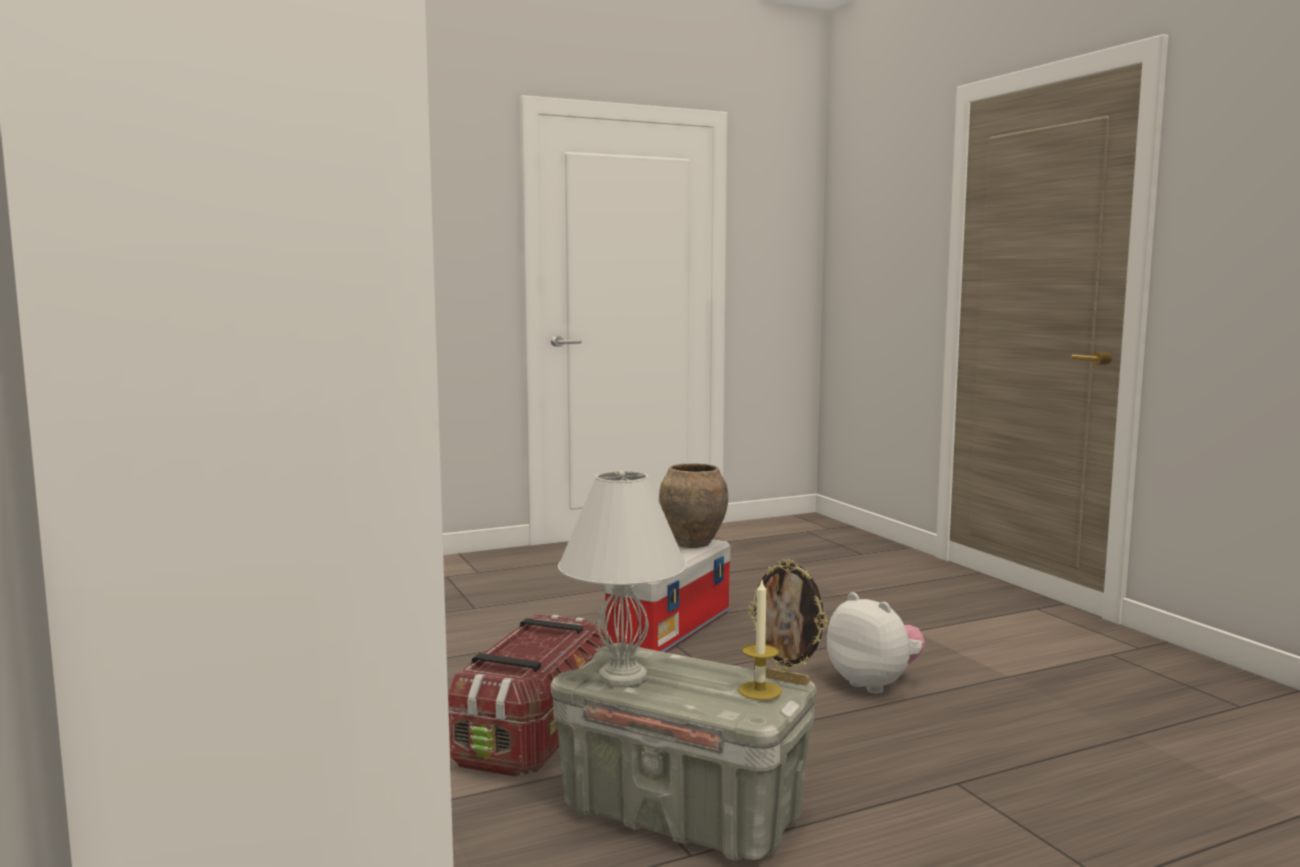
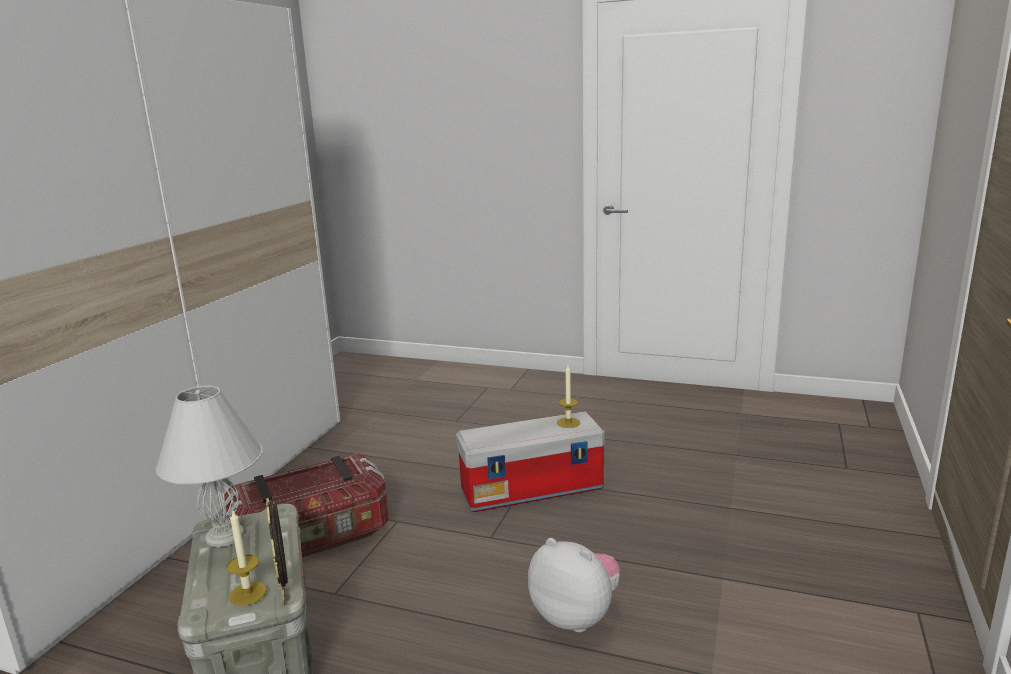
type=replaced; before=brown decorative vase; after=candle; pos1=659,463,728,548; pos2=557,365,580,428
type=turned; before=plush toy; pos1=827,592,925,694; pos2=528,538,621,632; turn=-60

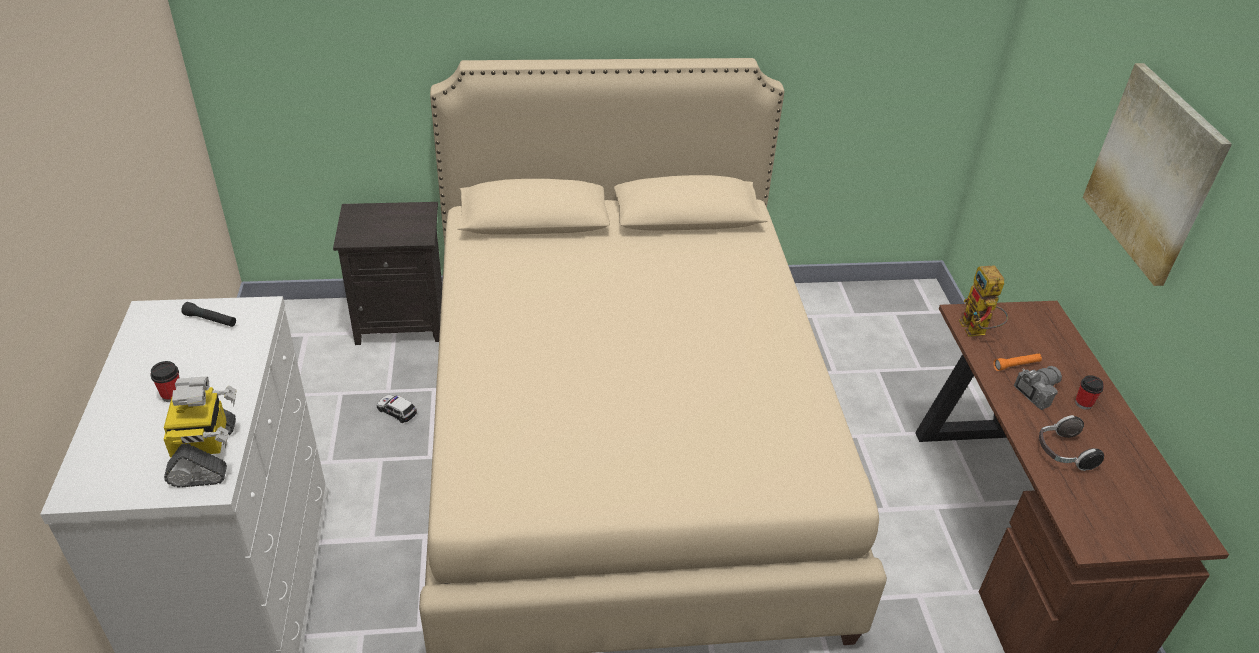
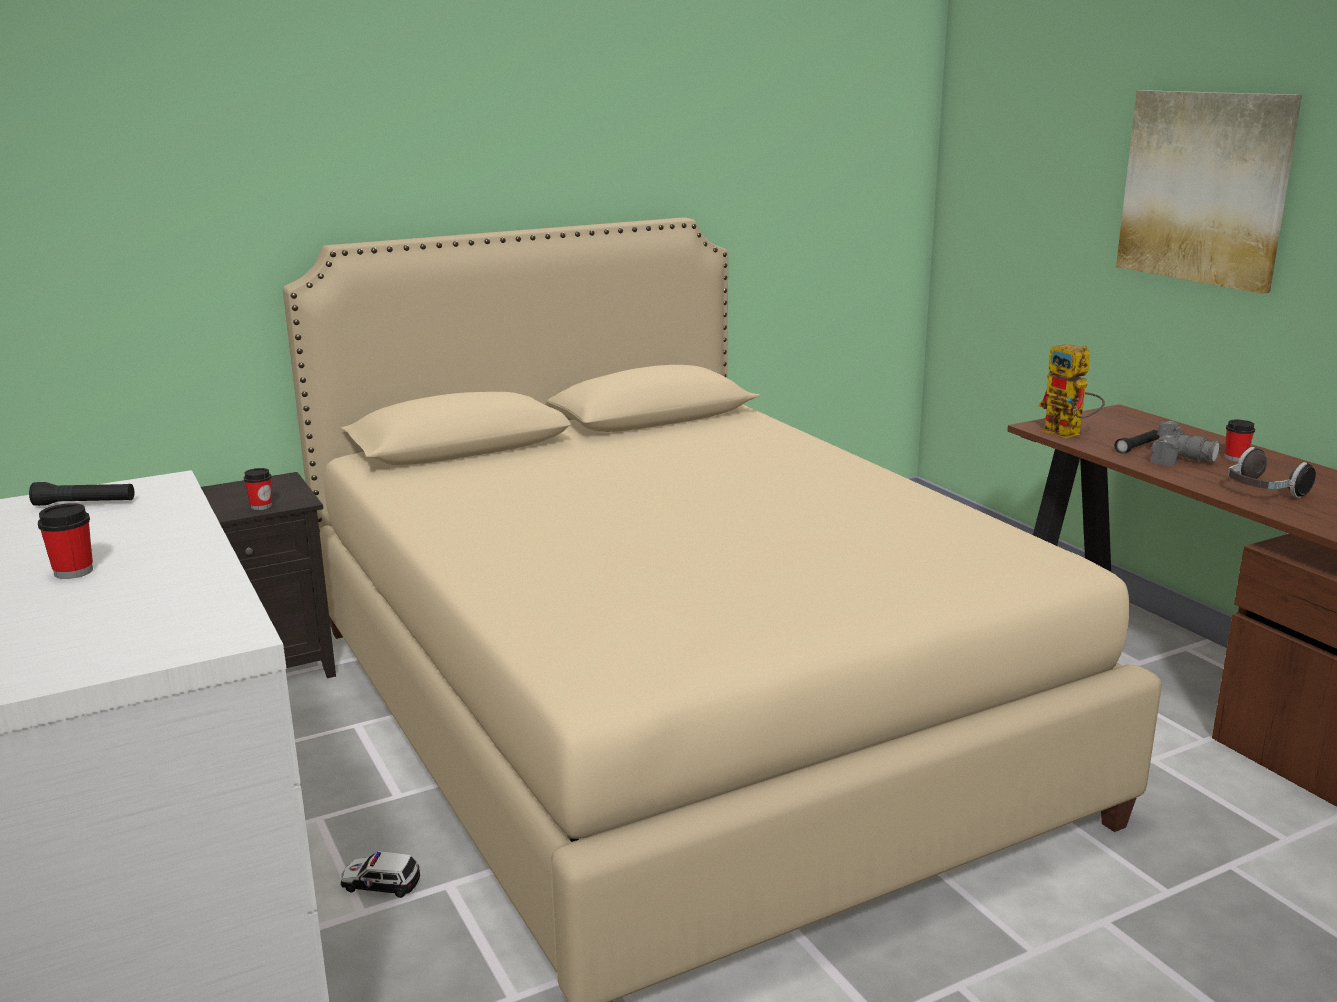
type=recoloured; before=orange flashlight; after=black-coloured flashlight; pos1=993,353,1042,371; pos2=1115,430,1160,454
type=turned; before=photo camera; pos1=1014,366,1062,410; pos2=1151,421,1220,466; turn=90
type=removed; before=robot figure; pos1=163,377,237,487
type=moved; before=miniature car; pos1=377,395,417,423; pos2=341,851,420,898
type=added; after=drinking cup; pos2=244,468,272,510

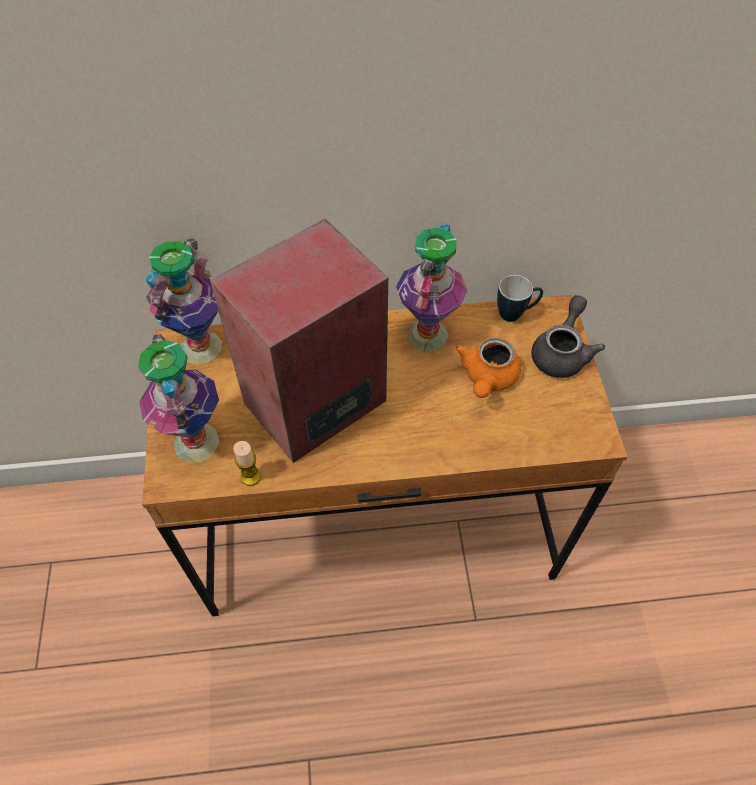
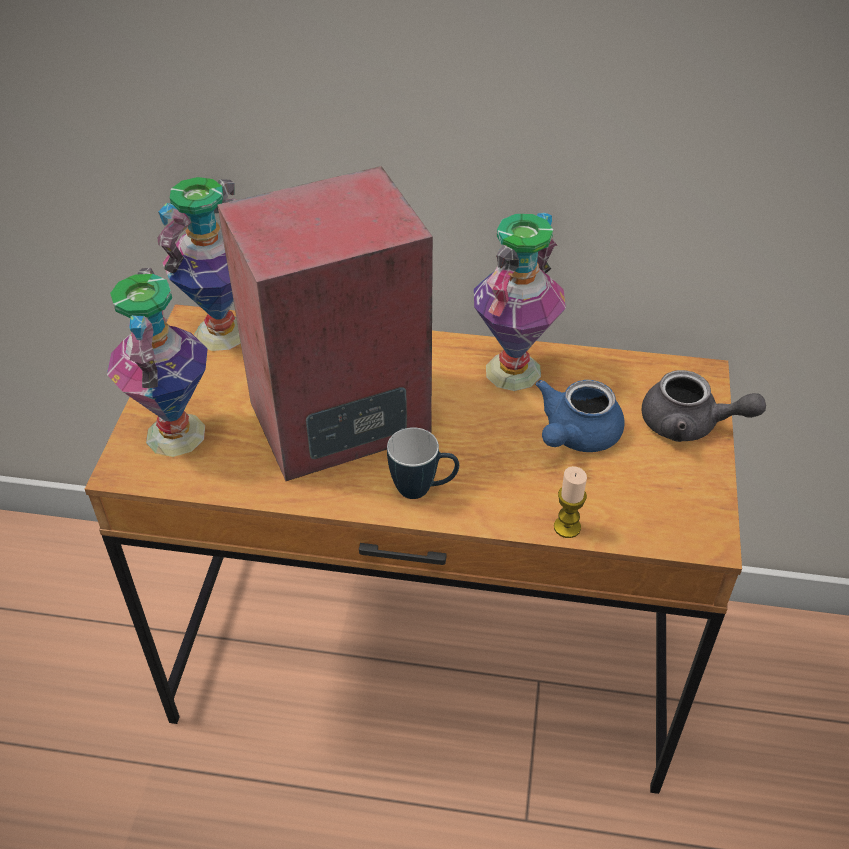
type=moved; before=tea mug; pos1=497,275,543,322; pos2=387,427,459,499
type=turned; before=grey teapot; pos1=531,295,605,378; pos2=642,370,766,442; turn=75
type=recoloured; before=orange teapot; after=blue-coloured teapot; pos1=455,337,521,398; pos2=536,380,625,452
type=moved; before=candle; pos1=233,441,261,486; pos2=554,466,587,538

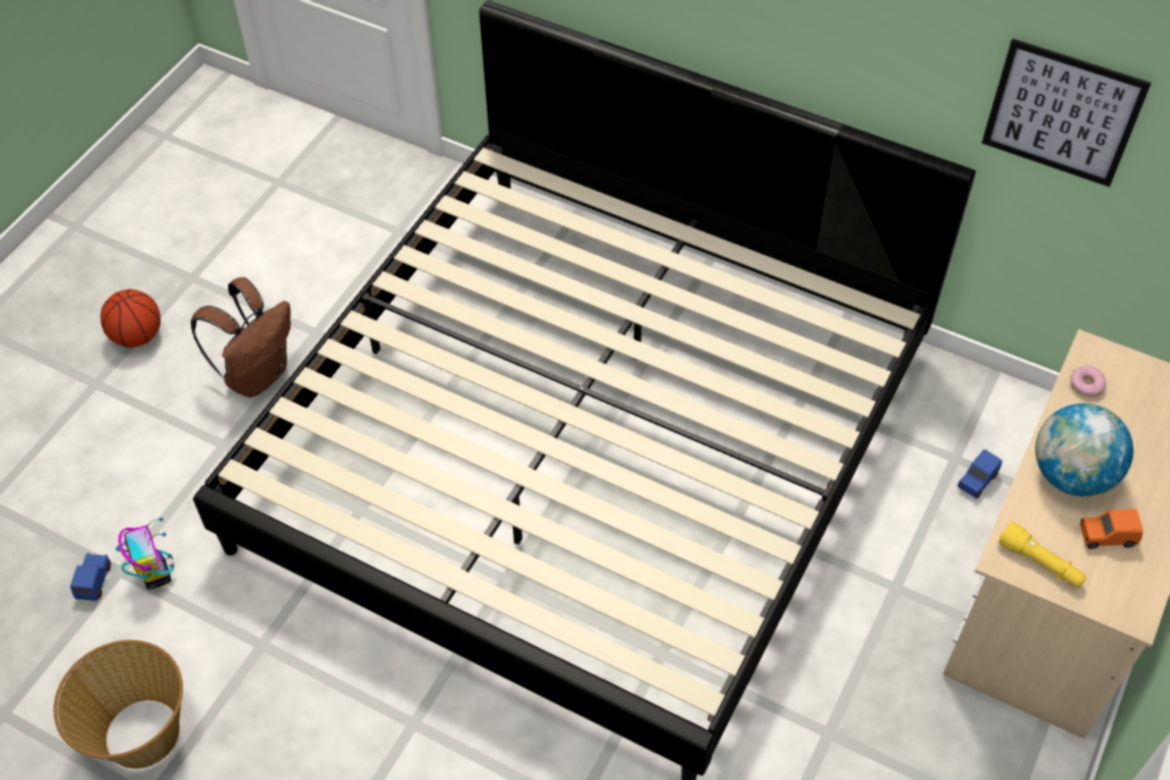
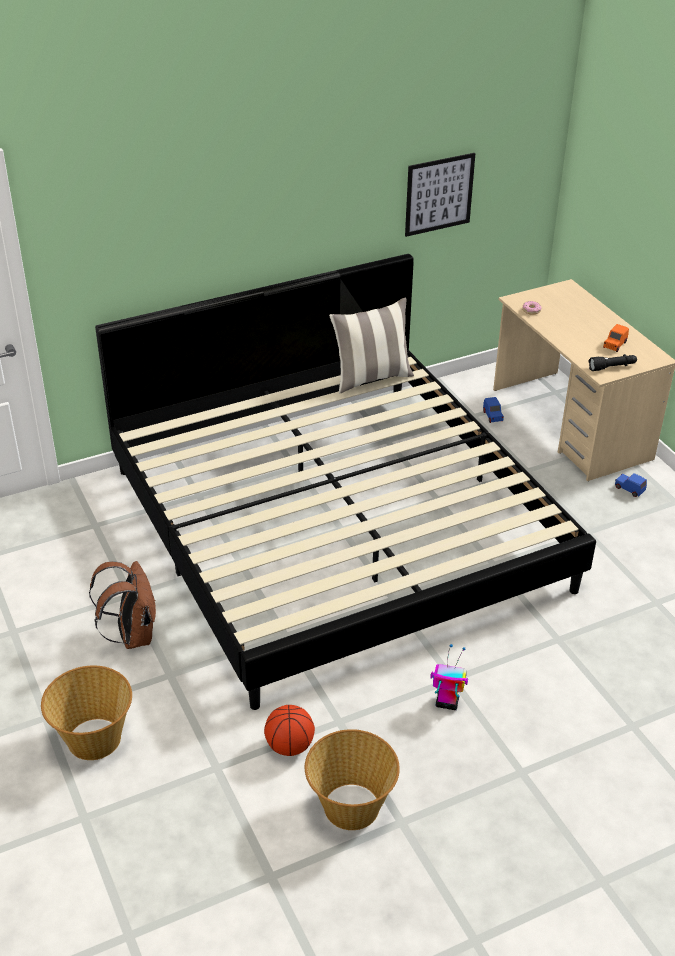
type=moved; before=ball for basketball; pos1=100,289,161,348; pos2=264,705,315,756
type=removed; before=globe; pos1=1035,403,1133,497
type=moved; before=robot figure; pos1=116,517,175,589; pos2=430,644,468,710
type=recoloured; before=yellow flashlight; after=black-coloured flashlight; pos1=998,522,1086,587; pos2=589,354,637,371
type=moved; before=blue-coloured miniature car; pos1=70,553,111,601; pos2=615,473,647,497
type=added; after=pillow; pos2=329,297,414,393
type=added; after=storage basket; pos2=41,666,132,760

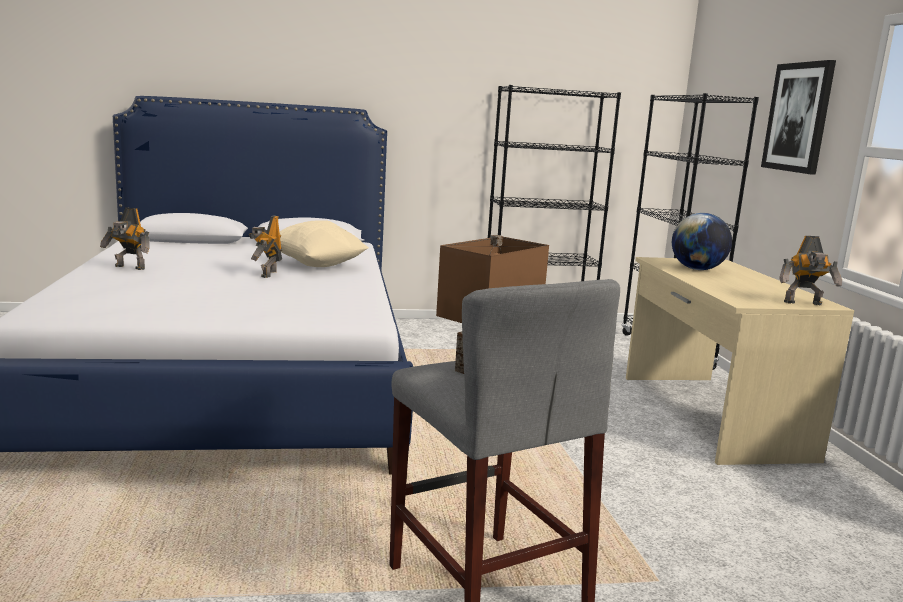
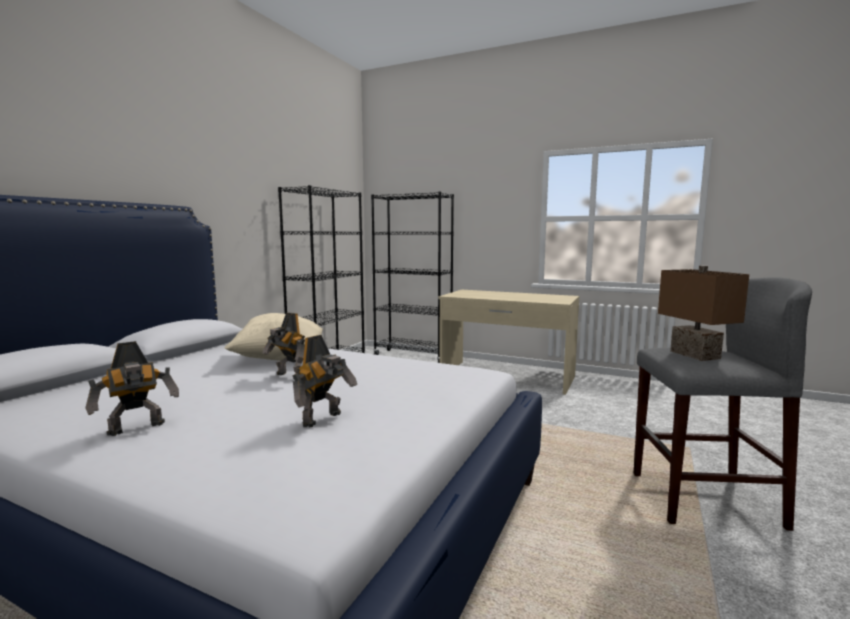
type=removed; before=wall art; pos1=761,60,836,175
type=removed; before=globe; pos1=672,213,732,270
type=moved; before=robot figure; pos1=779,236,842,305; pos2=293,335,357,428

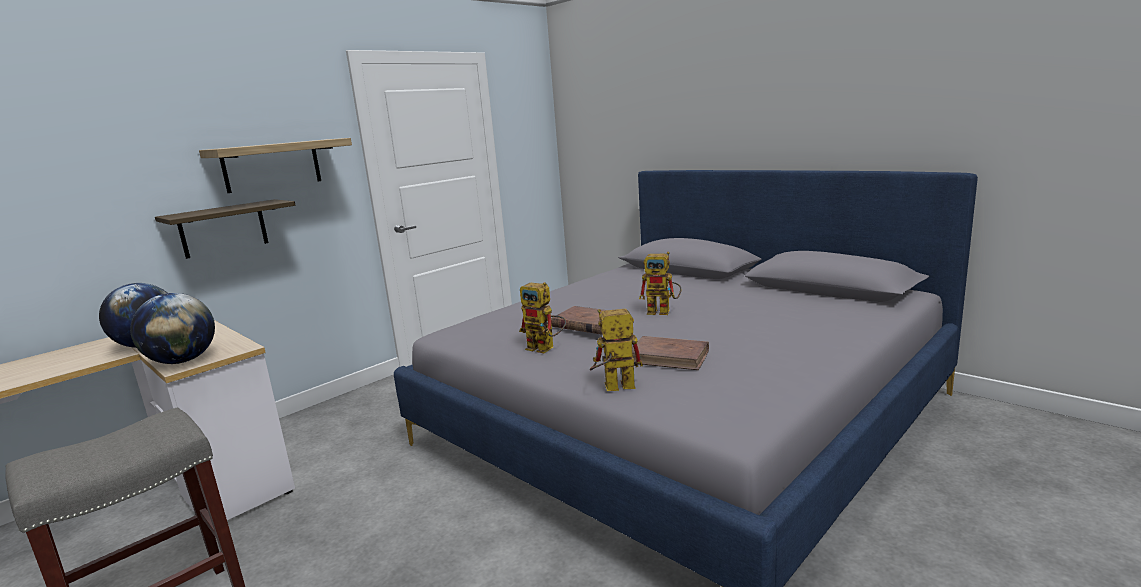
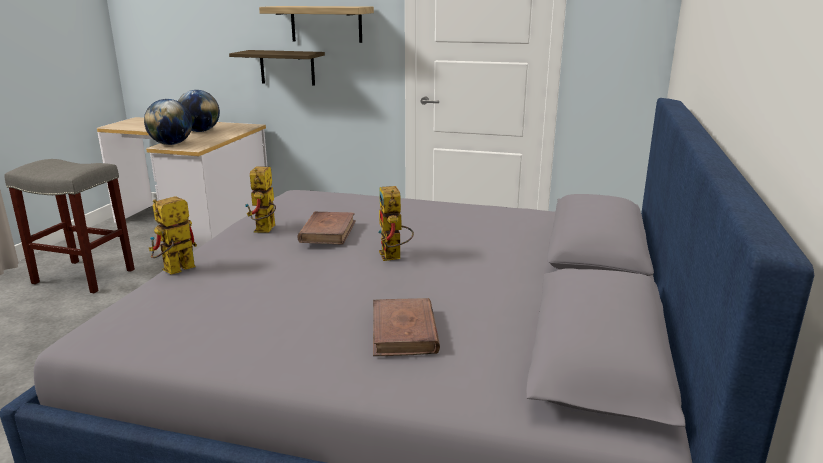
type=turned; before=robot figure; pos1=590,309,643,391; pos2=149,196,197,275; turn=-105
type=moved; before=brown volume; pos1=632,336,709,370; pos2=373,298,440,356

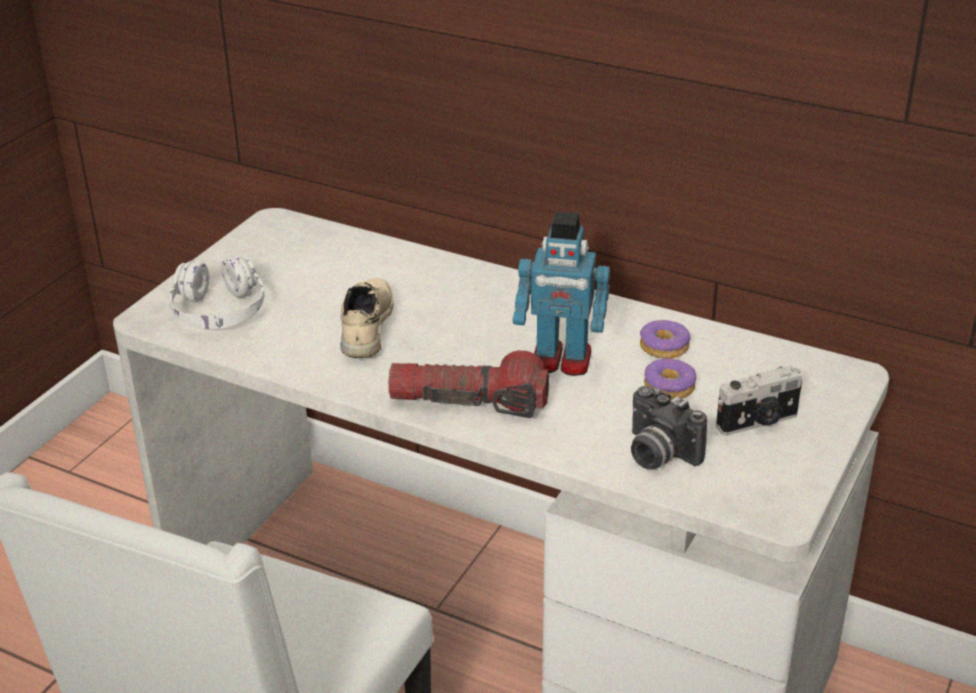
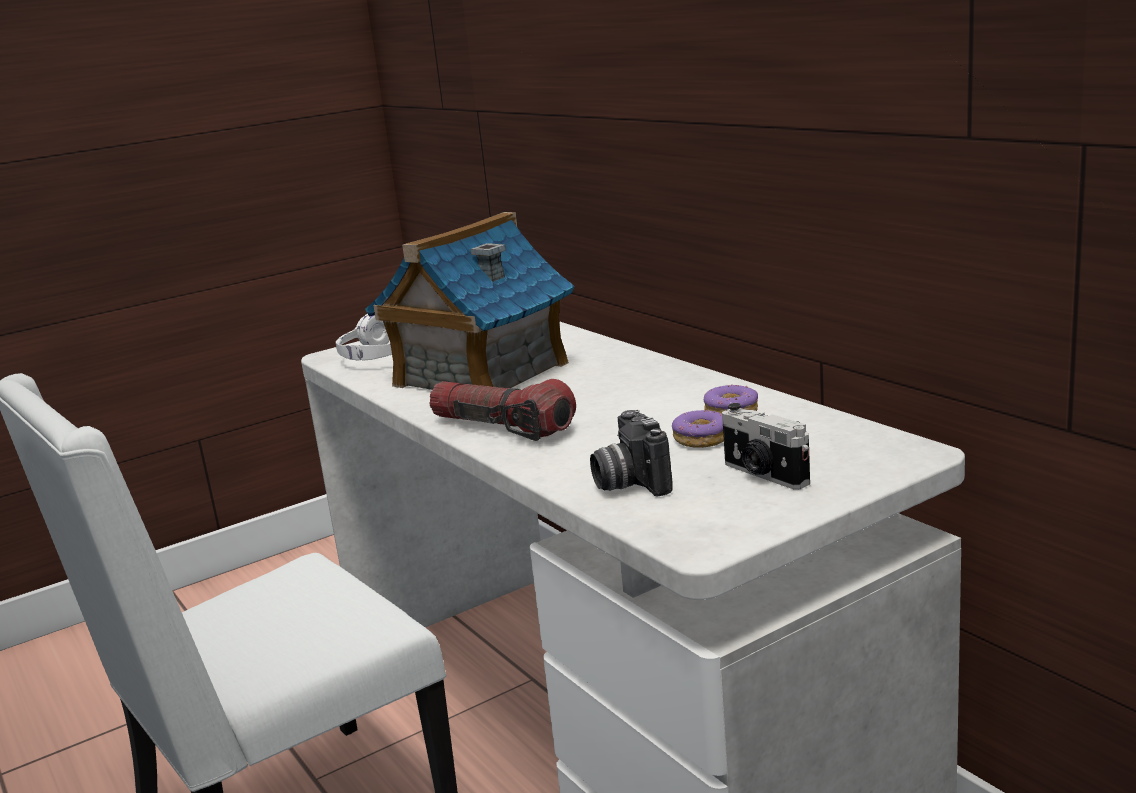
type=removed; before=robot figure; pos1=513,212,610,376
type=replaced; before=beige low shoe; after=model house; pos1=340,278,394,358; pos2=365,212,575,390
type=turned; before=photo camera; pos1=716,365,803,436; pos2=722,403,810,489; turn=45

